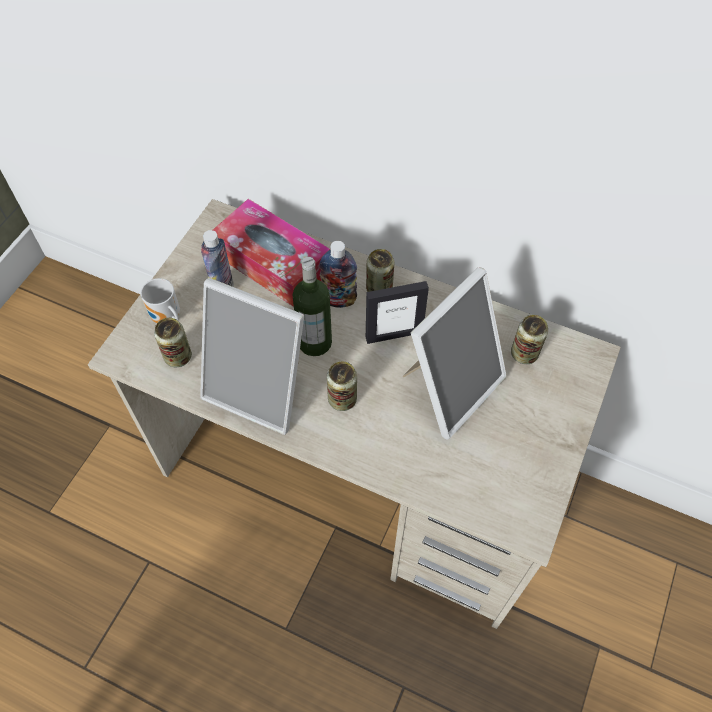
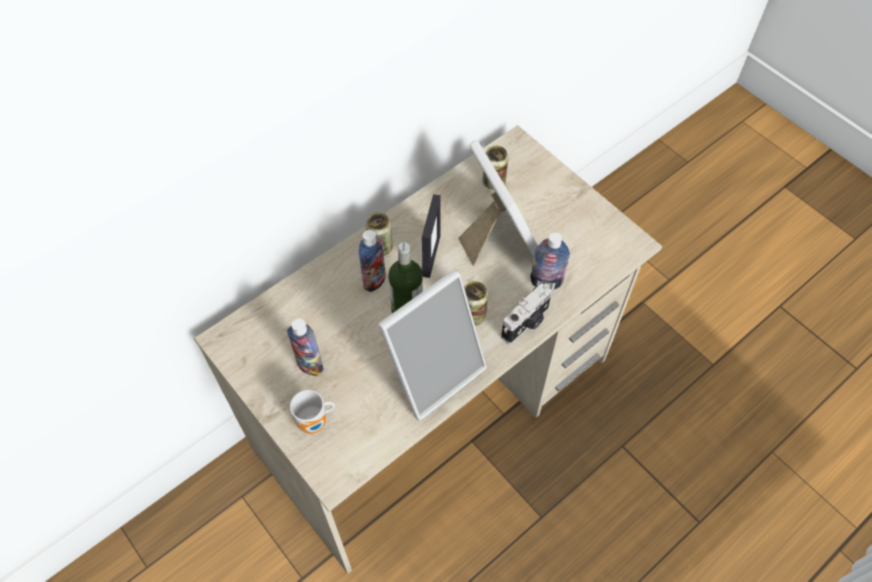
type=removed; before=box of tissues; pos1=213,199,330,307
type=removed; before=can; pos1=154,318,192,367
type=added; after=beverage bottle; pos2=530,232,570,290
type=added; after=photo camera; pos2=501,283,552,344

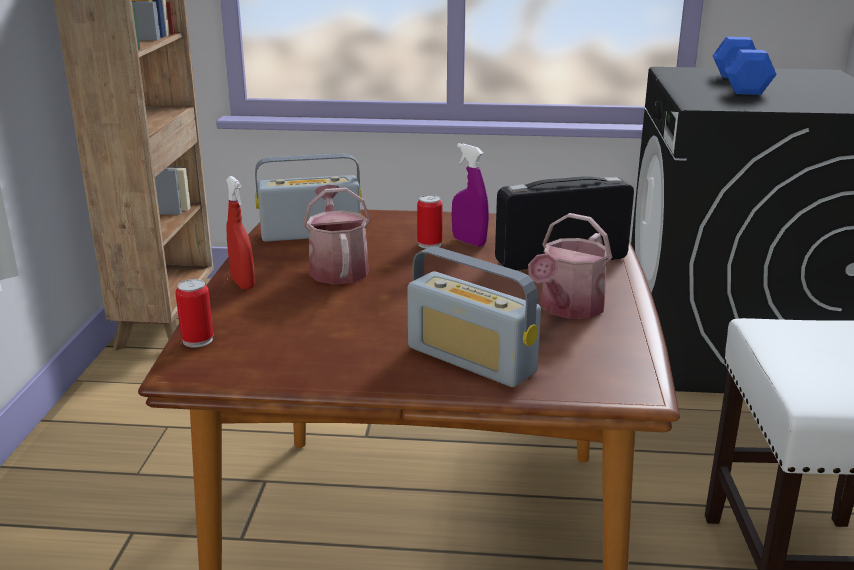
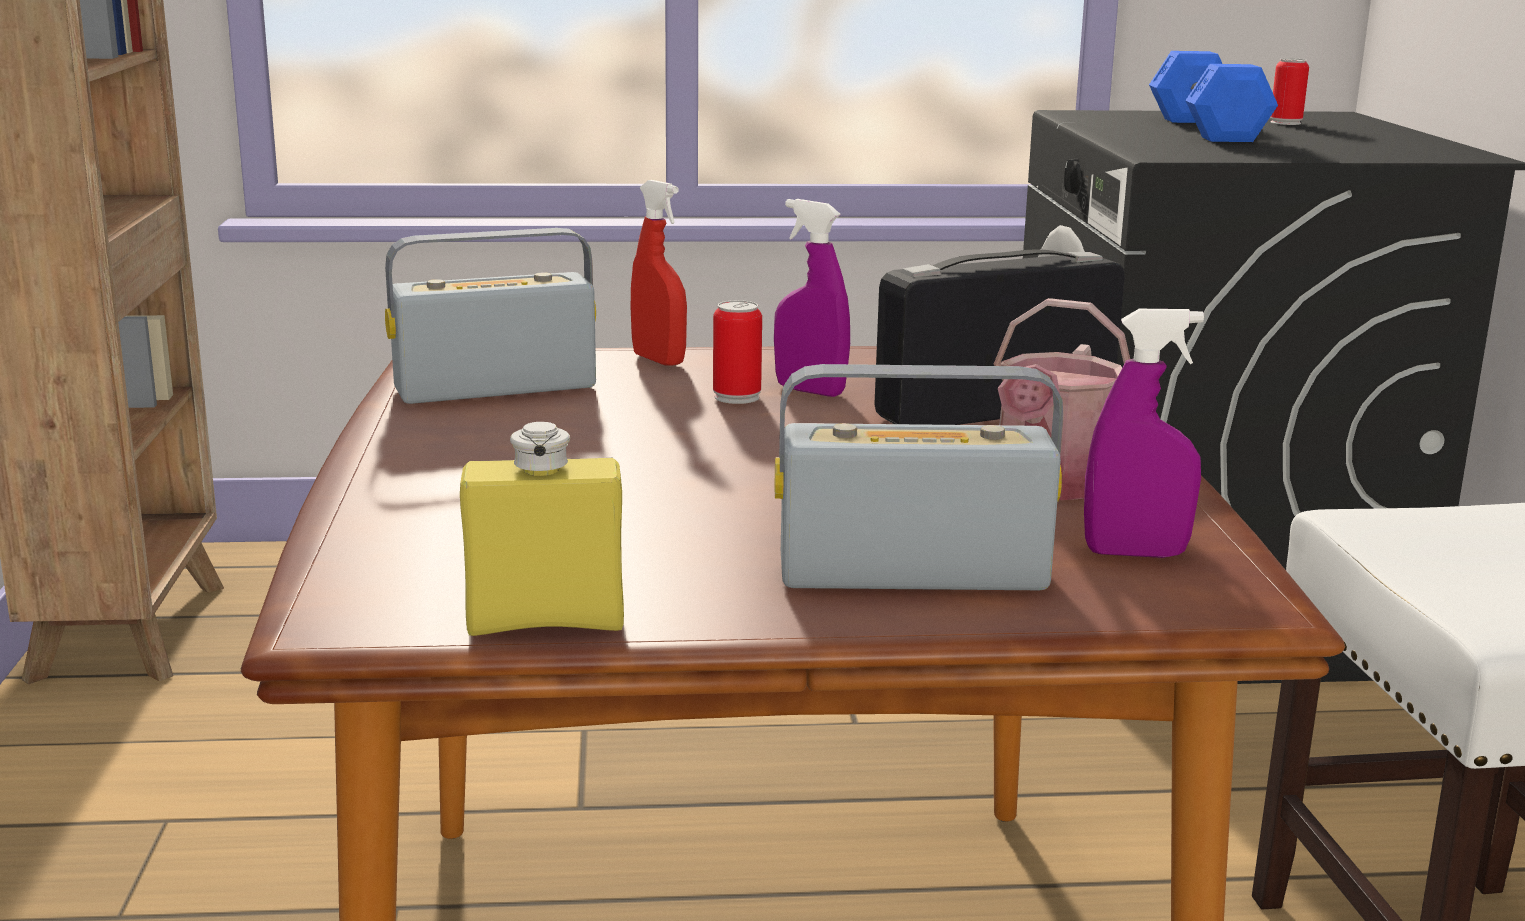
type=moved; before=red sprayer; pos1=226,176,255,290; pos2=631,180,687,366
type=removed; before=watering pot; pos1=303,184,371,285
type=turned; before=radio receiver; pos1=407,246,541,387; pos2=775,364,1064,590; turn=150
type=moved; before=can; pos1=175,279,213,348; pos2=1270,58,1309,125
type=added; after=purple sprayer; pos2=1084,309,1204,558
type=added; after=yellow beverage bottle; pos2=460,422,624,636

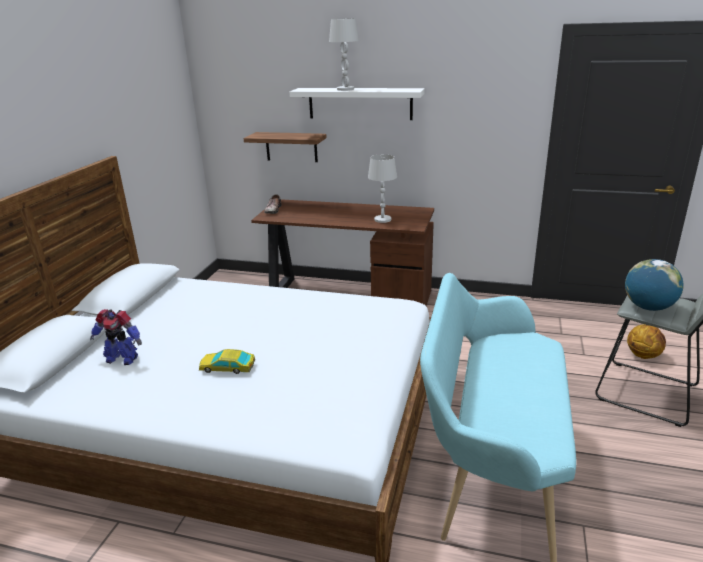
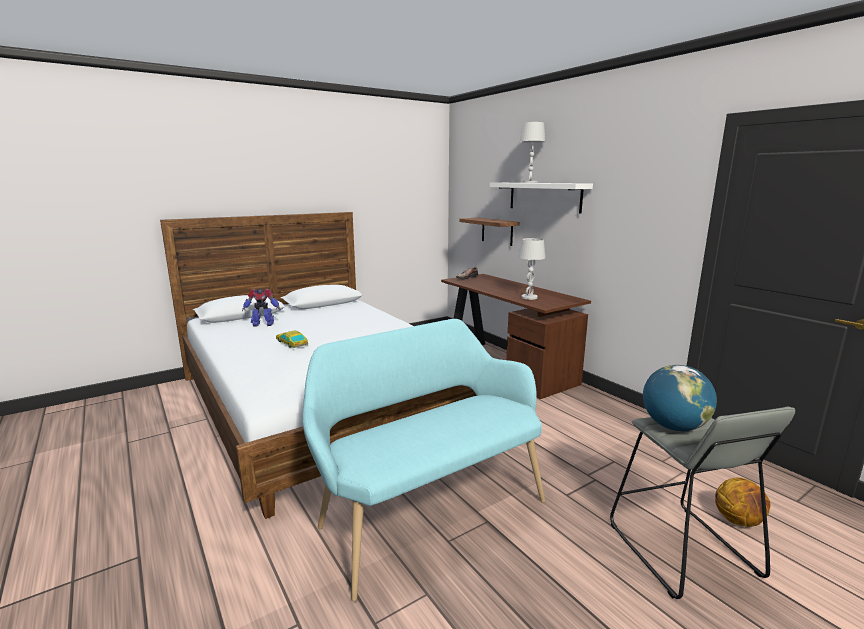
type=turned; before=robot figure; pos1=90,309,142,365; pos2=242,289,281,327; turn=-60

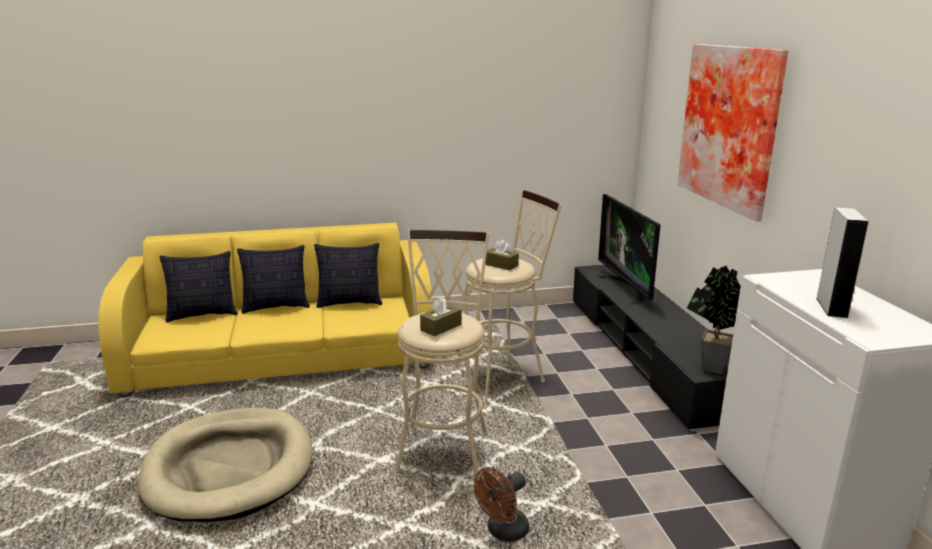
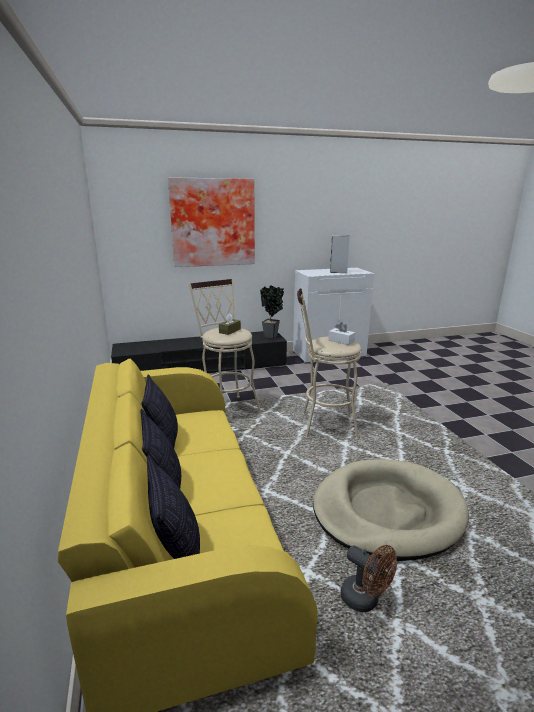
type=removed; before=television; pos1=598,194,661,305
type=recoloured; before=brown box of tissues; after=white box of tissues; pos1=420,296,462,336; pos2=328,322,355,345
type=moved; before=brown fan; pos1=474,467,529,542; pos2=340,545,397,612

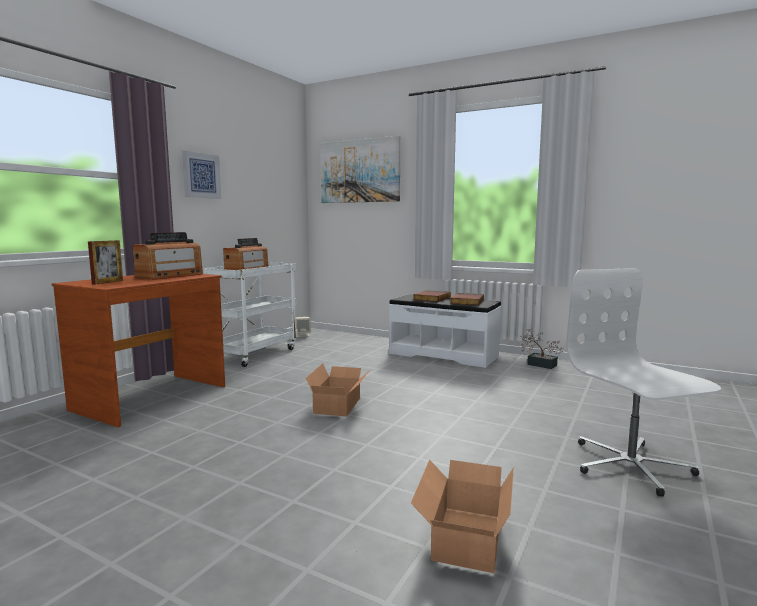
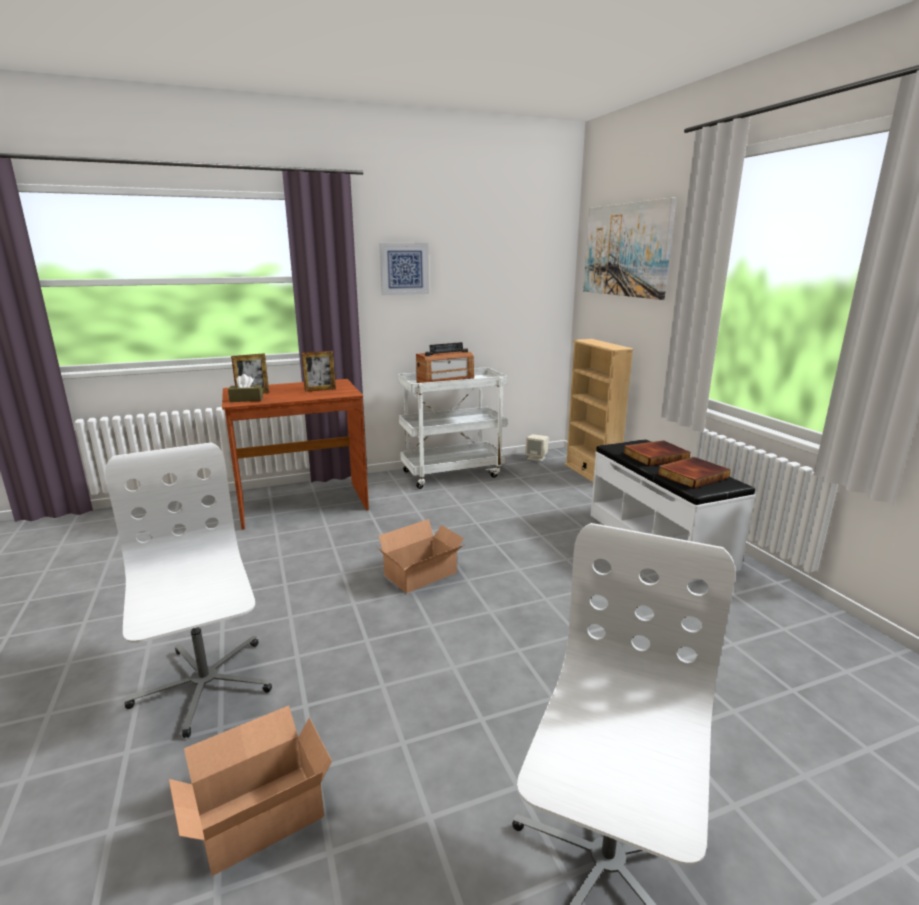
type=replaced; before=radio receiver; after=picture frame; pos1=132,232,203,280; pos2=301,351,336,392
type=removed; before=plant in a pot; pos1=520,328,563,369
type=added; after=beige bookcase; pos2=565,339,634,482
type=added; after=brown box of tissues; pos2=228,374,263,402
type=added; after=white office chair; pos2=105,442,272,738

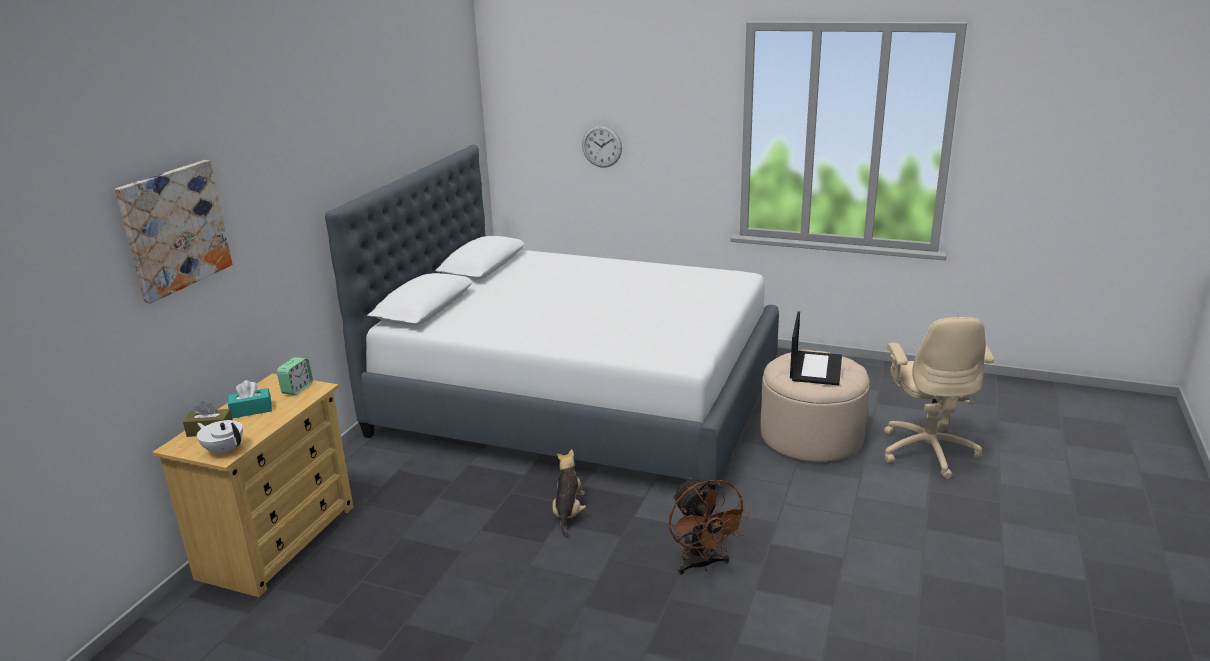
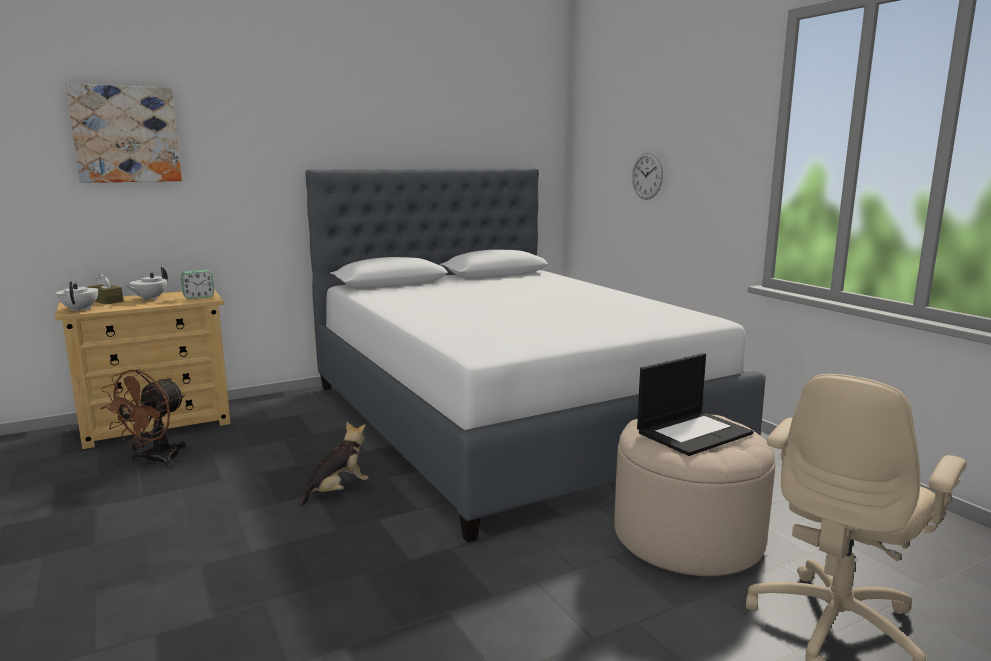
type=replaced; before=turquoise-coloured box of tissues; after=white teapot; pos1=228,380,272,418; pos2=126,267,168,301
type=moved; before=brown fan; pos1=669,477,750,575; pos2=100,369,186,467

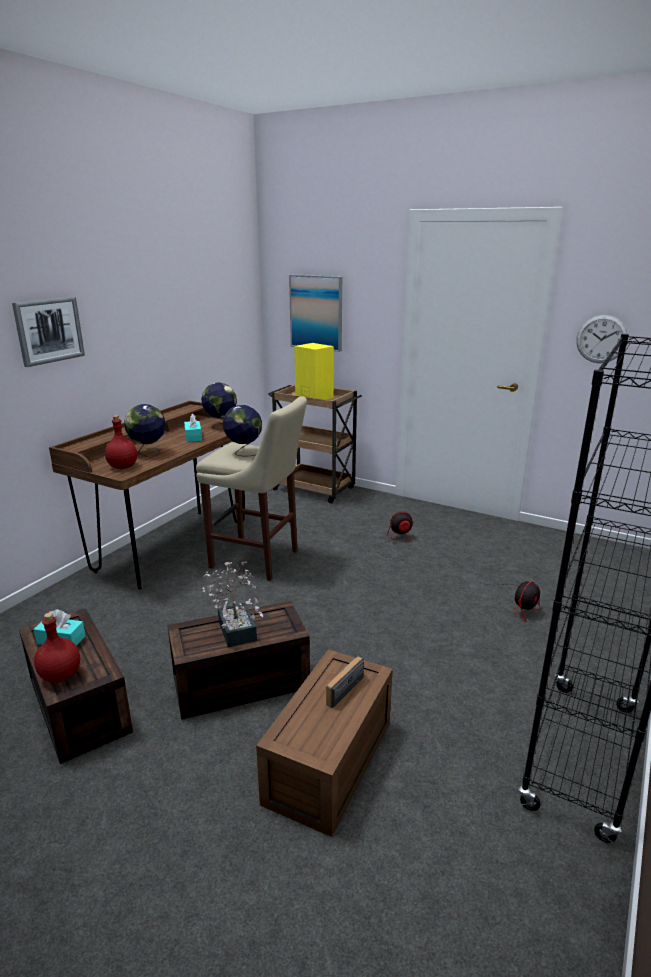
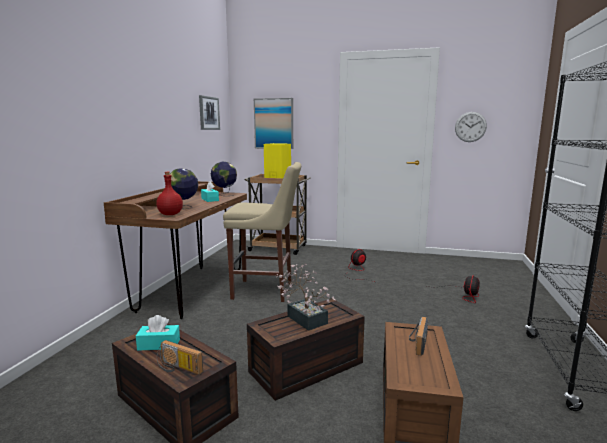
type=moved; before=wall art; pos1=12,297,85,367; pos2=199,95,220,130
type=removed; before=globe; pos1=223,405,262,456
type=replaced; before=red beverage bottle; after=radio receiver; pos1=34,613,80,683; pos2=157,340,203,375

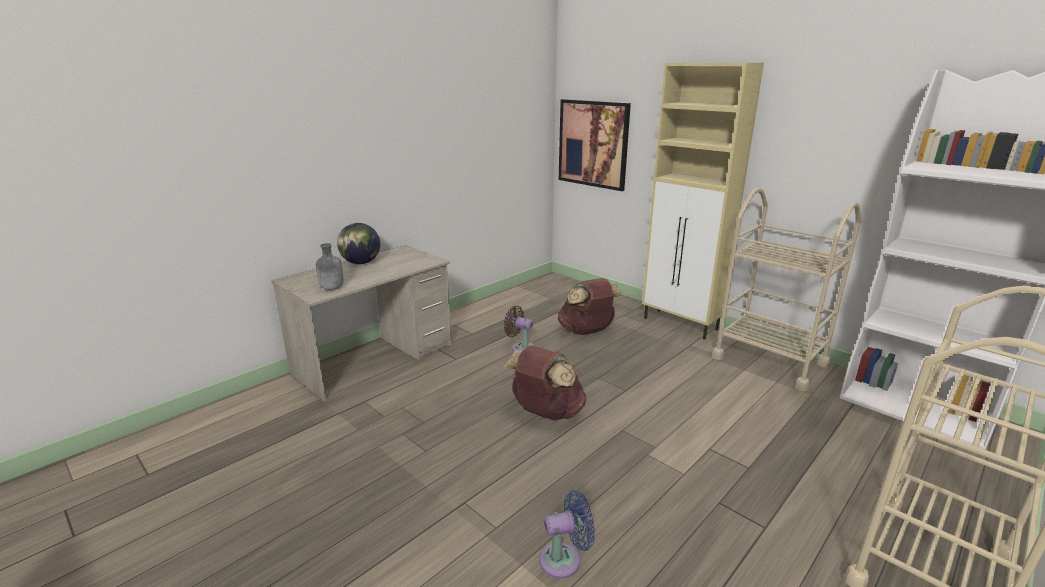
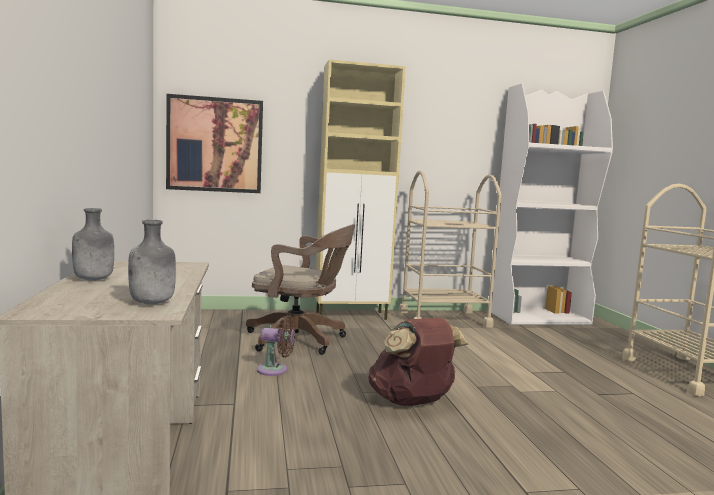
type=replaced; before=globe; after=grey beverage bottle; pos1=337,223,380,264; pos2=72,208,114,281
type=replaced; before=brown knapsack; after=brown office chair; pos1=558,278,623,335; pos2=246,224,355,355
type=turned; before=brown fan; pos1=504,306,534,352; pos2=257,316,295,376; turn=-150
type=removed; before=blue-coloured fan; pos1=539,490,595,578

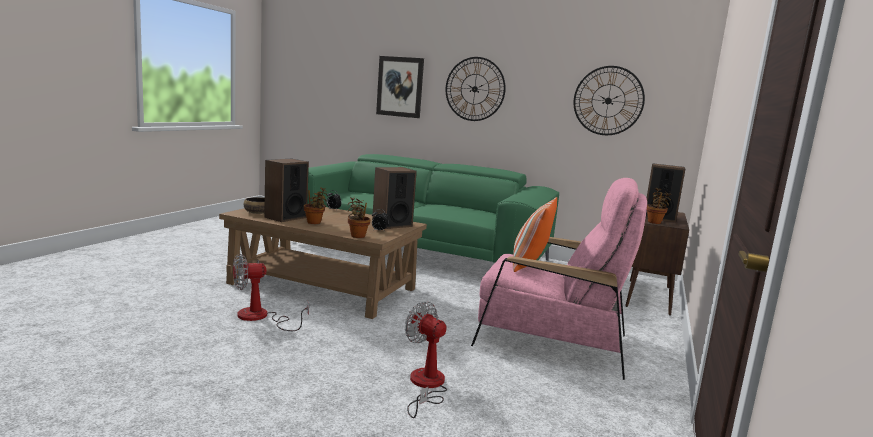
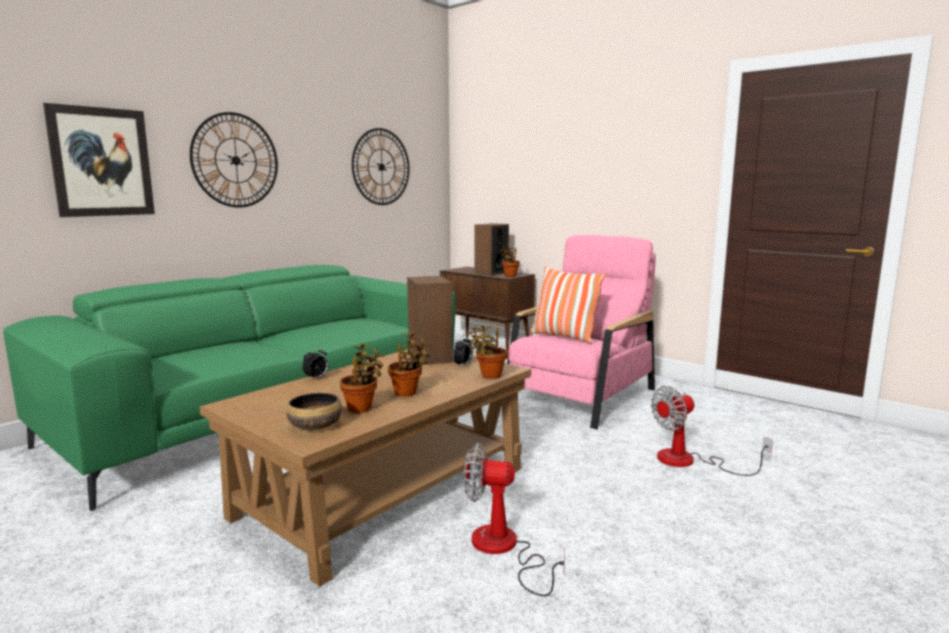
type=replaced; before=audio speaker; after=plant in a pot; pos1=264,159,309,222; pos2=340,343,384,413
type=turned; before=fan; pos1=233,254,309,331; pos2=464,443,565,596; turn=105

